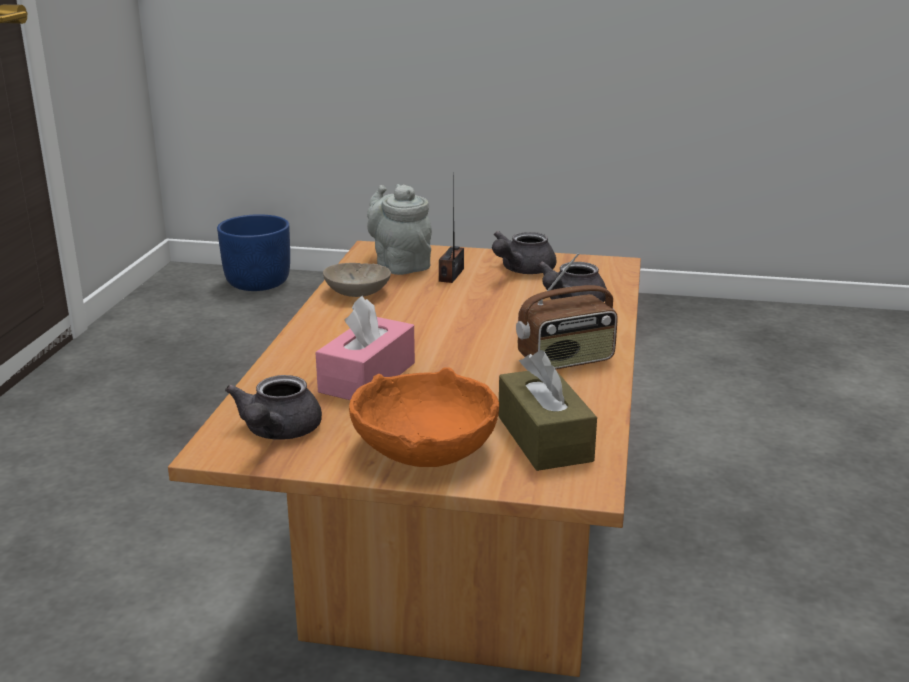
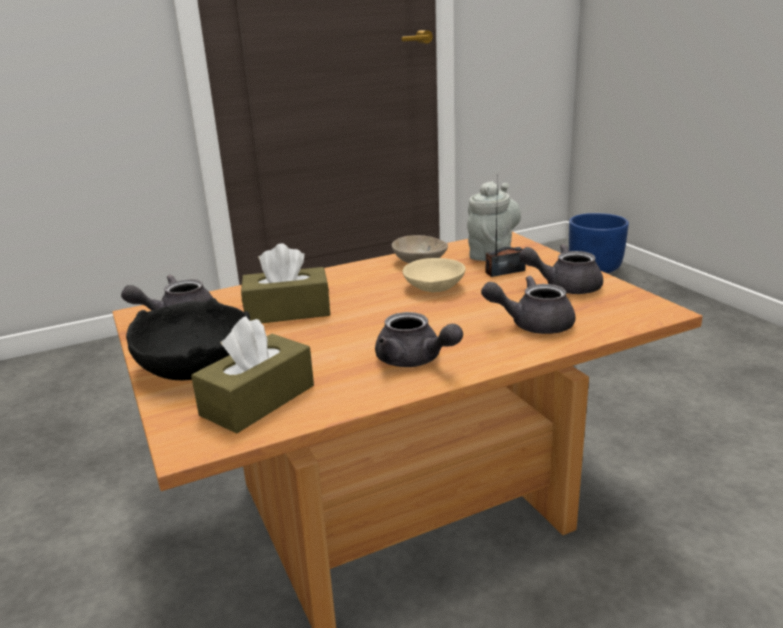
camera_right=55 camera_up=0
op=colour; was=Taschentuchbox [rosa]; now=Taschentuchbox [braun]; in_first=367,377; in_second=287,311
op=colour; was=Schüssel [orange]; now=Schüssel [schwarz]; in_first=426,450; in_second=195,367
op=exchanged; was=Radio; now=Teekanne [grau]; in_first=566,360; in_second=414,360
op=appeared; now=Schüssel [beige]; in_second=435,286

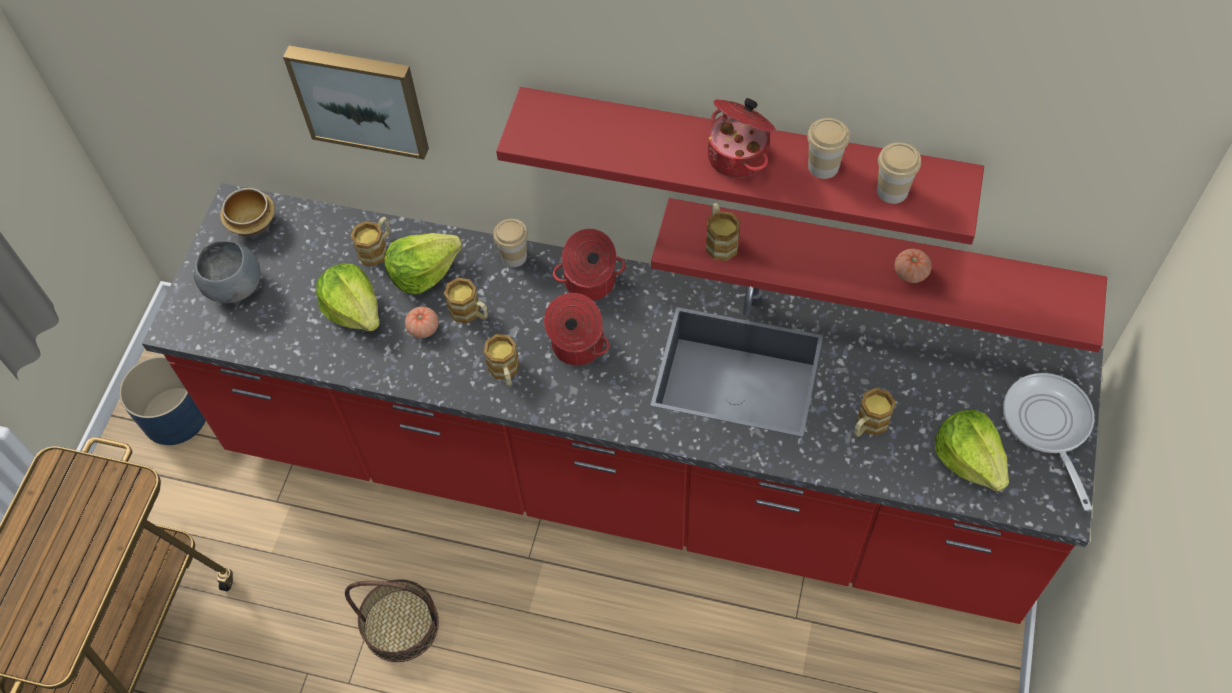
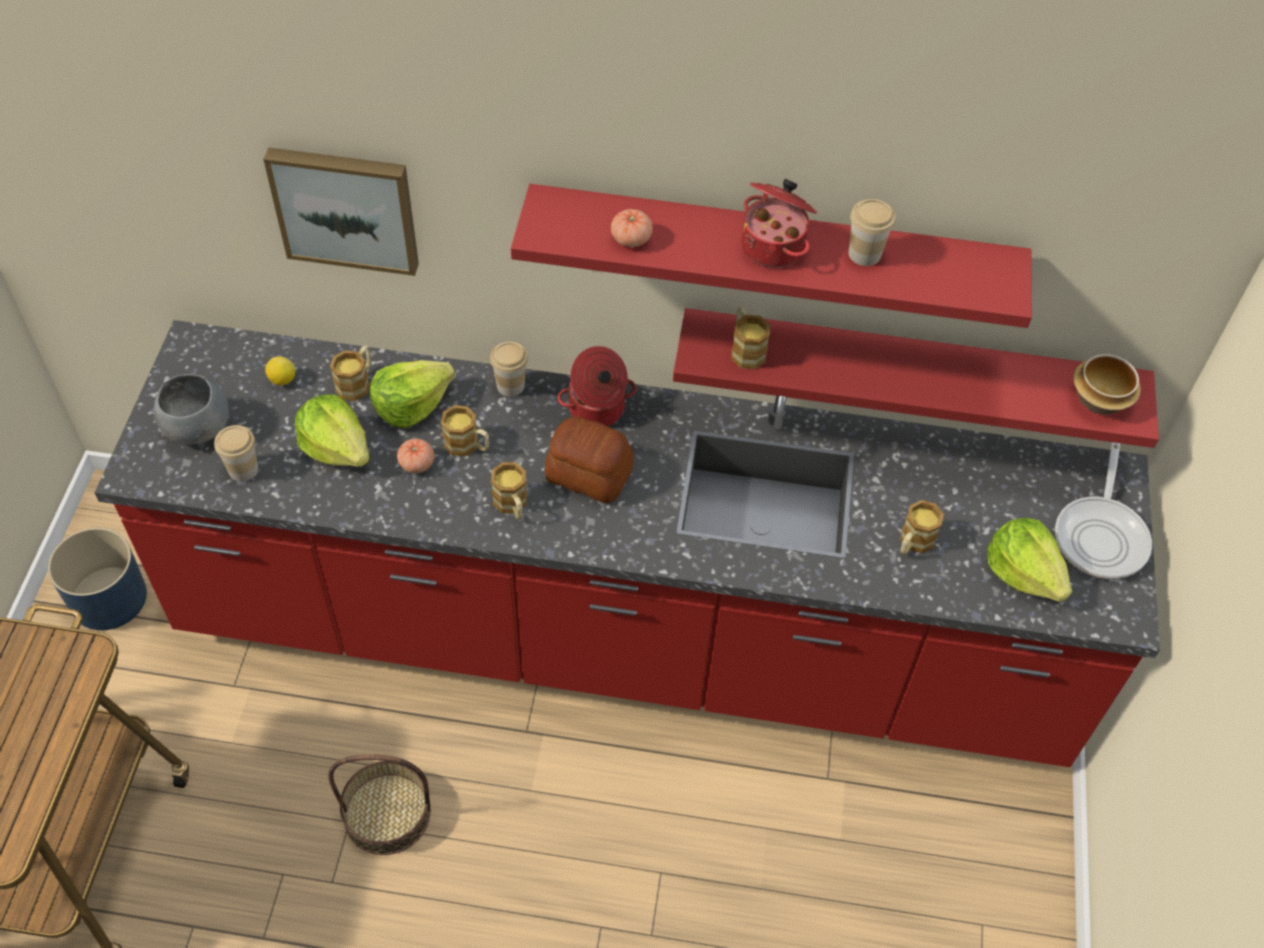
camera_right=-10 camera_up=-5
op=relocated; was=Schüssel; in_first=253,223; in_second=1099,398
op=exchanged; was=Kochtopf; now=Brot; in_first=576,346; in_second=589,475
op=relocated; was=Tasse; in_first=892,191; in_second=243,469
op=relocated; was=Tomate; in_first=910,273; in_second=631,238
op=spun; was=Pfanne; in_first=1048,426; in_second=1101,535; clockwise=-150
op=appeared; now=Zitrone; in_second=282,380

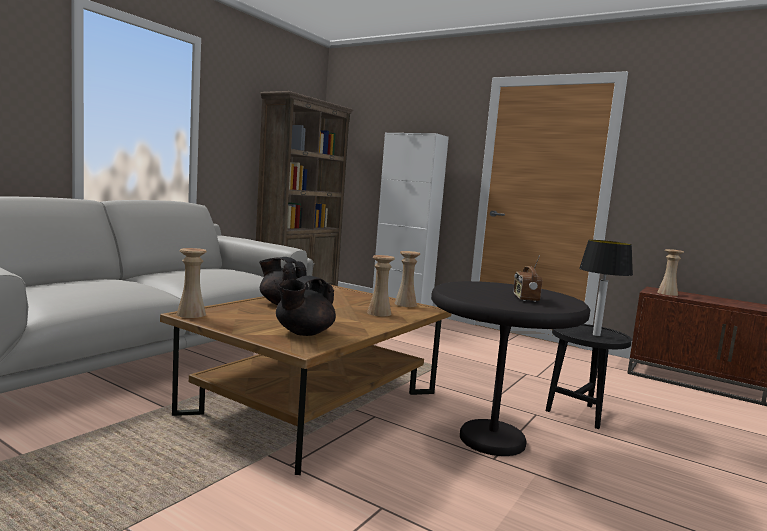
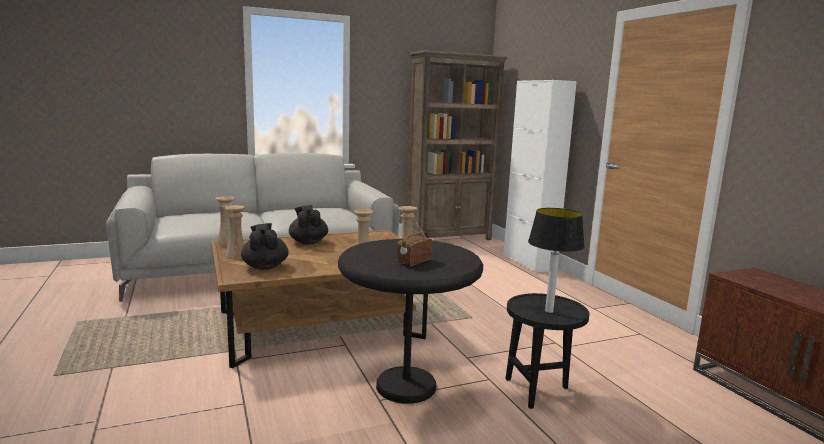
camera_right=35 camera_up=5
op=spun; was=Teekanne [schwarz]; in_first=303,333; in_second=265,266; clockwise=90
op=relocated; was=Vase [beige]; in_first=667,293; in_second=236,255

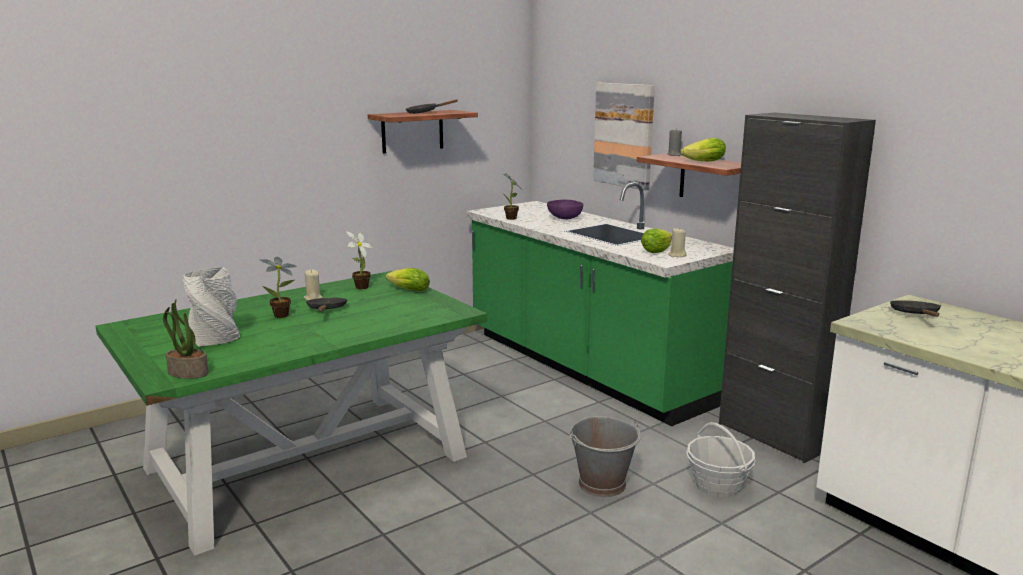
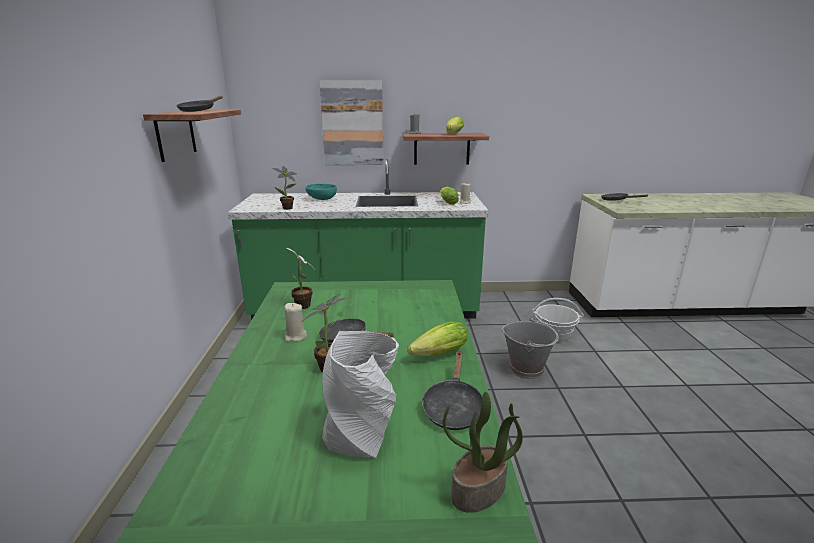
camera_right=-55 camera_up=5
op=relocated; was=Salatkopf; in_first=407,290; in_second=436,355
op=colour; was=Schüssel [lila]; now=Schüssel [türkis]; in_first=564,218; in_second=321,199
op=missing; was=Schrank [schwarz]; in_first=773,436
op=appeared; now=Pfanne [schwarz]; in_second=453,407

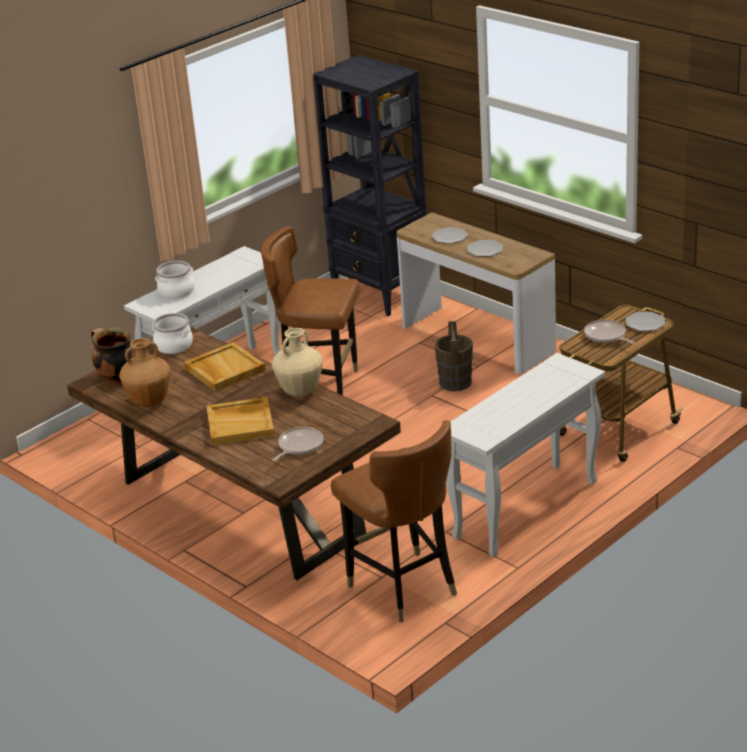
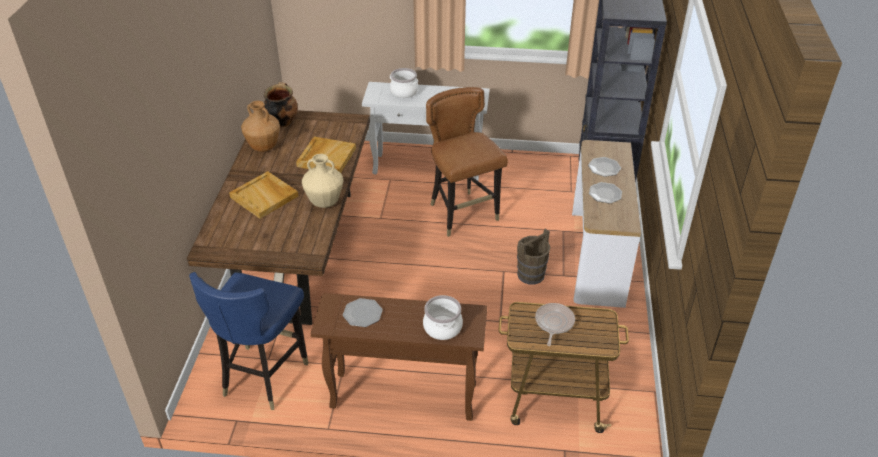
camera_right=50 camera_up=10
op=relocated; was=Kochtopf; in_first=173,346; in_second=442,327
op=missing; was=Pfanne; in_first=299,446
op=colour; was=Stuhl [braun]; now=Stuhl [blau]; in_first=403,587; in_second=263,376
op=colour; was=Konsolentisch [weiß]; now=Konsolentisch [braun]; in_first=525,510; in_second=402,396
op=relocated; was=Teller; in_first=645,323; in_second=362,313

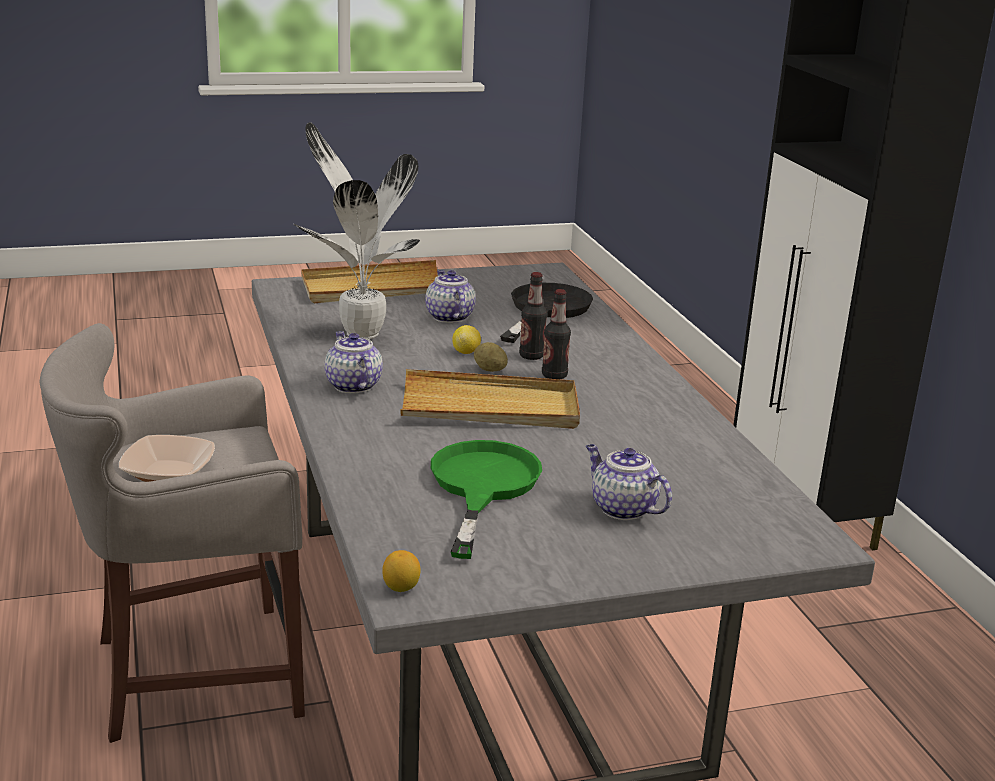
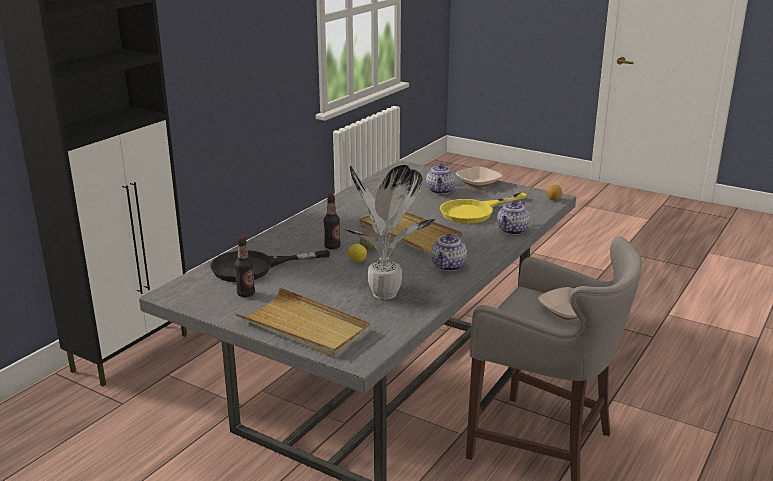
camera_right=-130 camera_up=0
op=relocated; was=Teekanne; in_first=448,316; in_second=512,231
op=colour; was=Pfanne [grün]; now=Pfanne [gelb]; in_first=482,487; in_second=474,211
op=relocated; was=Flasche; in_first=554,376; in_second=246,294
op=appeared; now=Schüssel; in_second=478,183

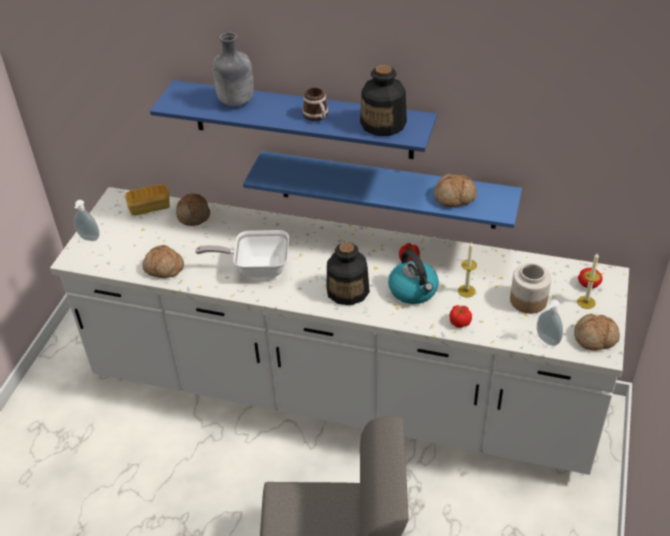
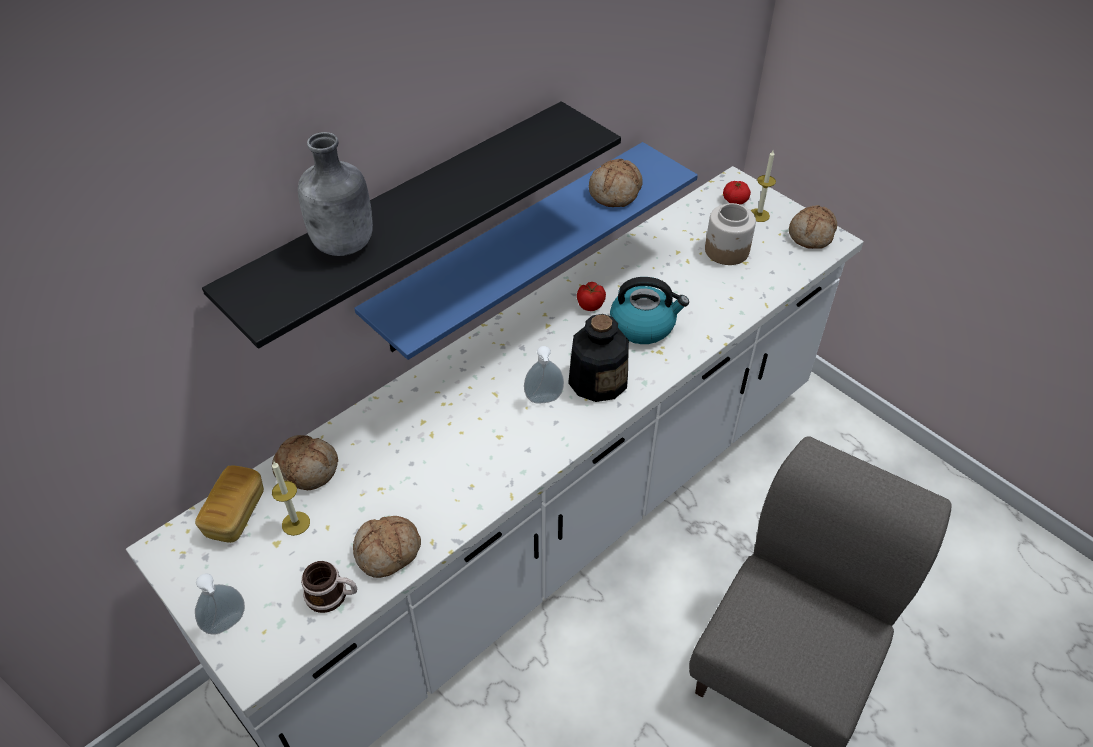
camera_right=-60 camera_up=5
op=colour; was=Wandregal [blau]; now=Wandregal [schwarz]; in_first=302,120; in_second=405,220
op=missing; was=Pfanne; in_first=256,267
op=relocated; was=Henkelbecher; in_first=317,116; in_second=332,595
op=missing; was=Flasche; in_first=384,124
op=missing; was=Tomate; in_first=459,322
op=relocated; was=Kerze; in_first=466,291; in_second=296,523
op=relocated; was=Seifenspender; in_first=546,341; in_second=544,400

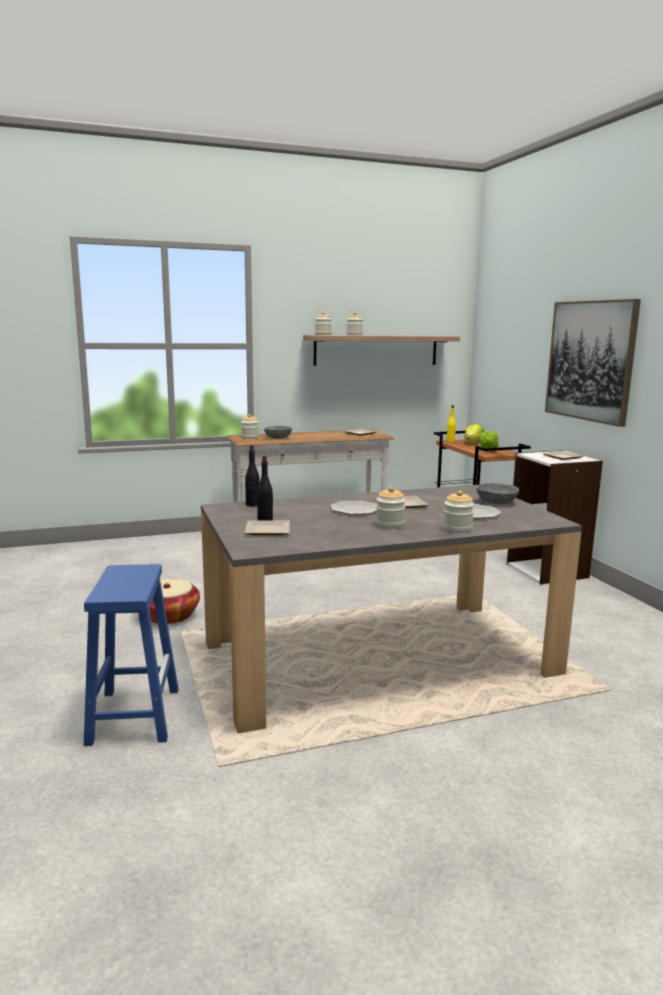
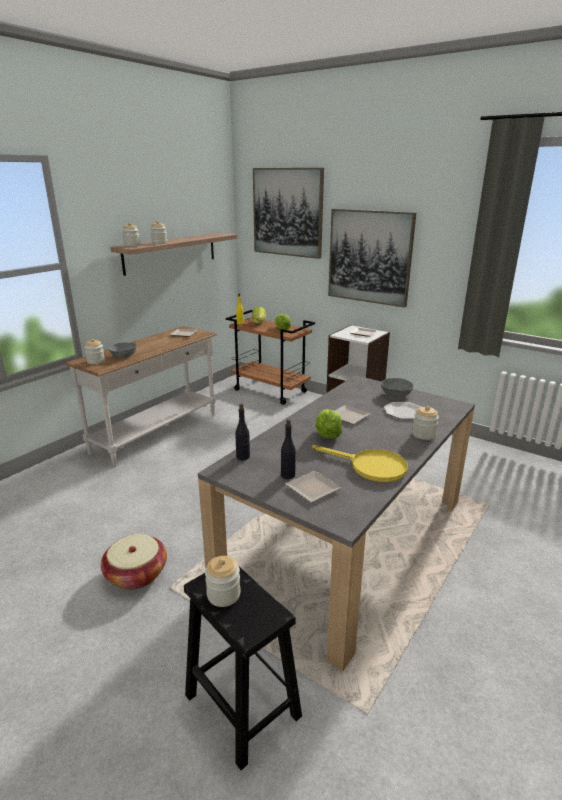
camera_right=-35 camera_up=10
op=colour; was=Hocker [blau]; now=Hocker [schwarz]; in_first=134,714; in_second=241,704
op=exchanged; was=Teller; now=Salatkopf; in_first=355,509; in_second=327,435
op=relocated; was=Vorratsglas; in_first=390,524; in_second=223,594
op=appeared; now=Bild; in_second=287,212
op=appeared; now=Pfanne [gelb]; in_second=370,467

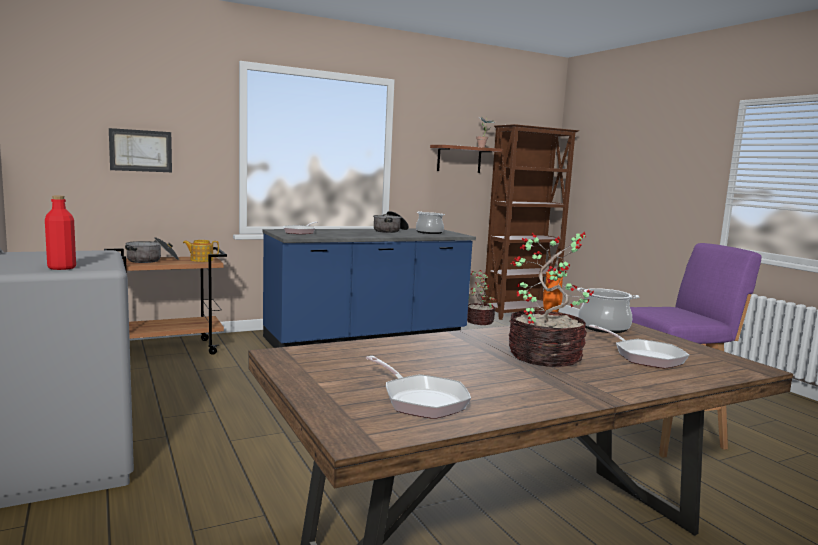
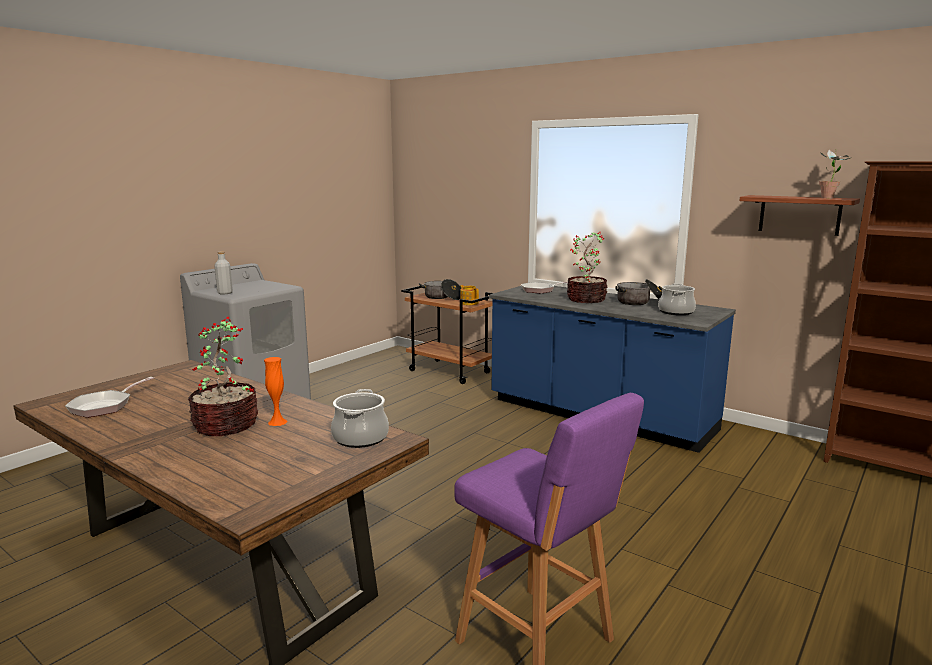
camera_right=65 camera_up=5
op=colour; was=Flasche [rot]; now=Flasche [grau]; in_first=62,268; in_second=225,293
op=missing; was=Bild; in_first=141,150
op=relocated; was=Topfpflanze; in_first=479,321; in_second=586,299
op=missing; was=Pfanne; in_first=644,357

